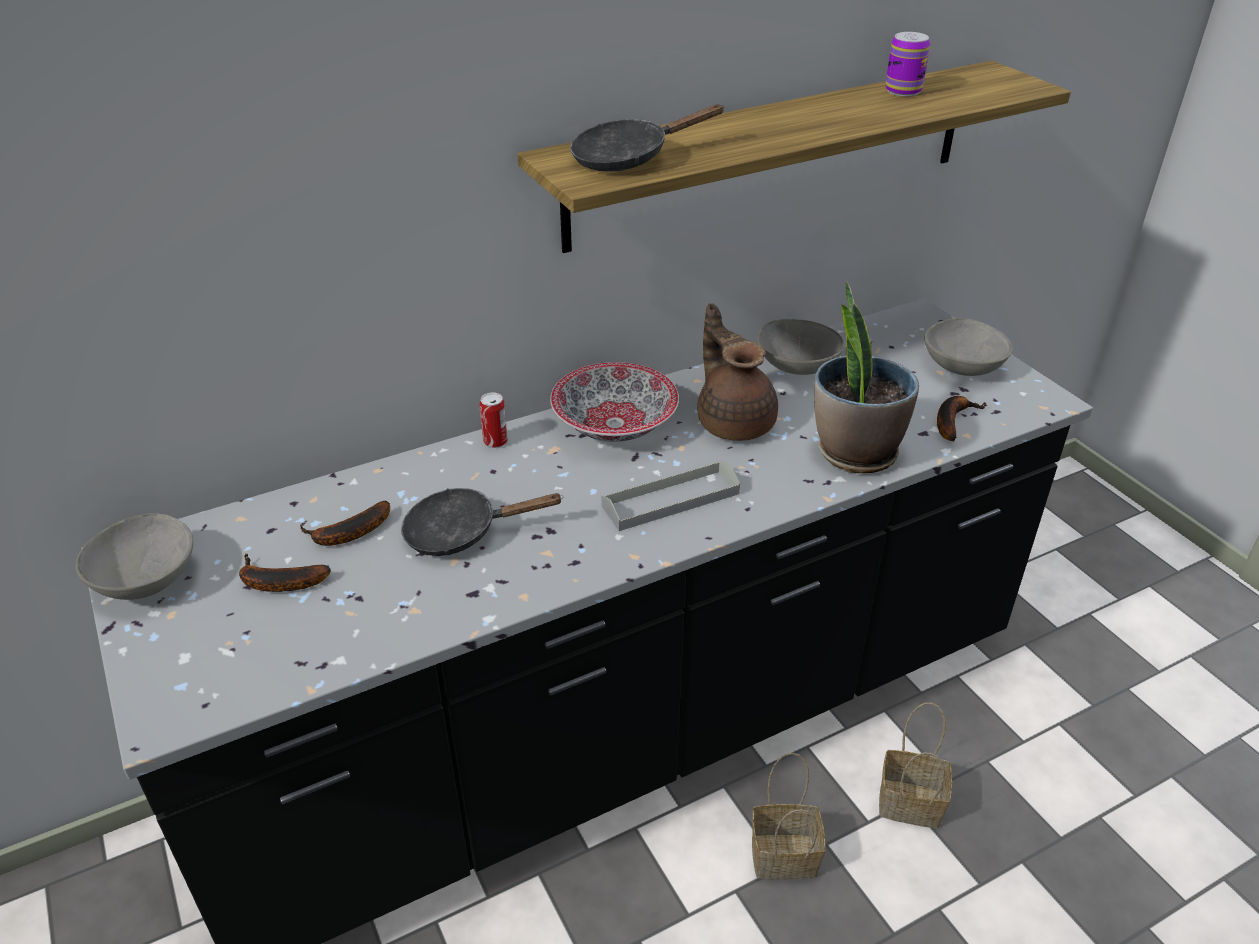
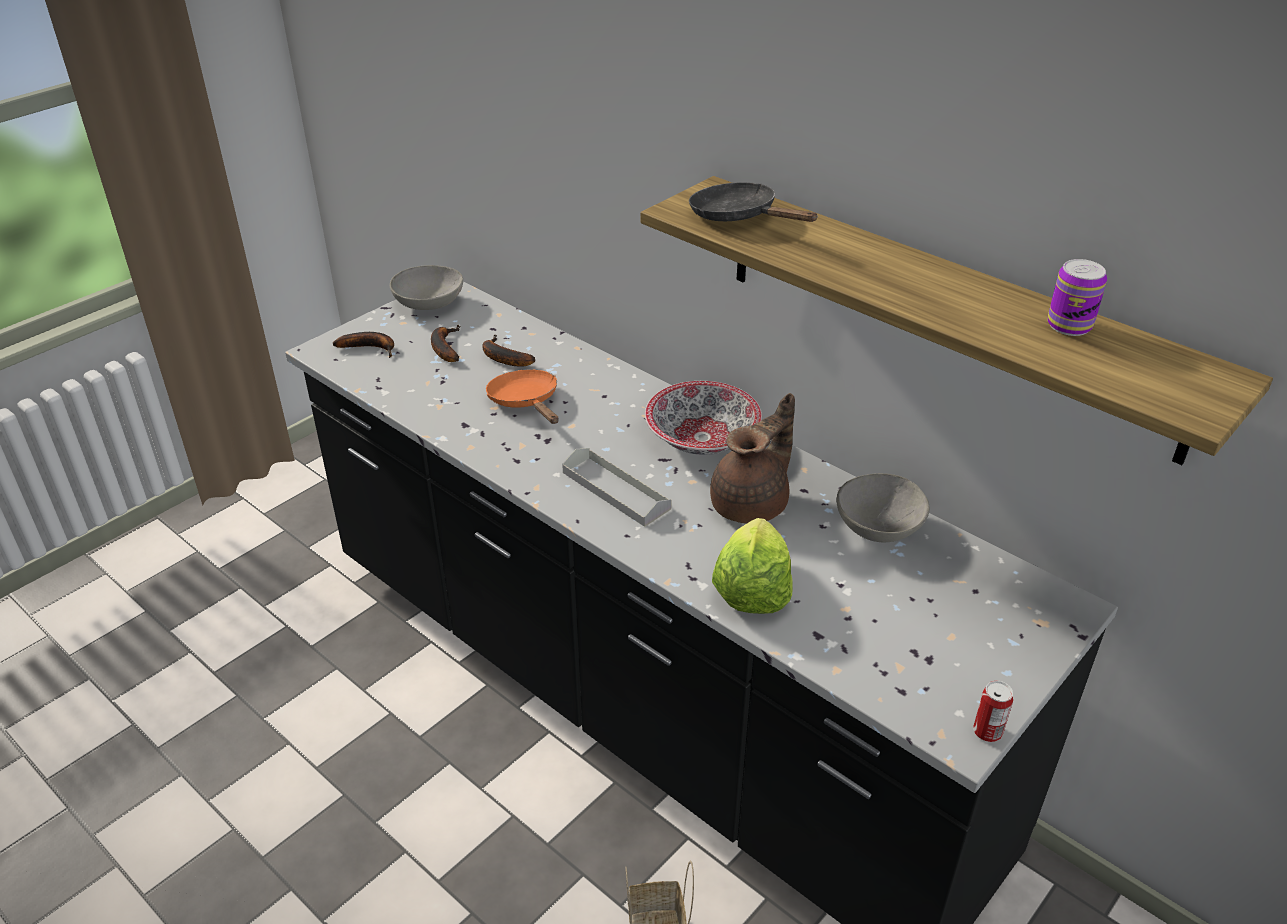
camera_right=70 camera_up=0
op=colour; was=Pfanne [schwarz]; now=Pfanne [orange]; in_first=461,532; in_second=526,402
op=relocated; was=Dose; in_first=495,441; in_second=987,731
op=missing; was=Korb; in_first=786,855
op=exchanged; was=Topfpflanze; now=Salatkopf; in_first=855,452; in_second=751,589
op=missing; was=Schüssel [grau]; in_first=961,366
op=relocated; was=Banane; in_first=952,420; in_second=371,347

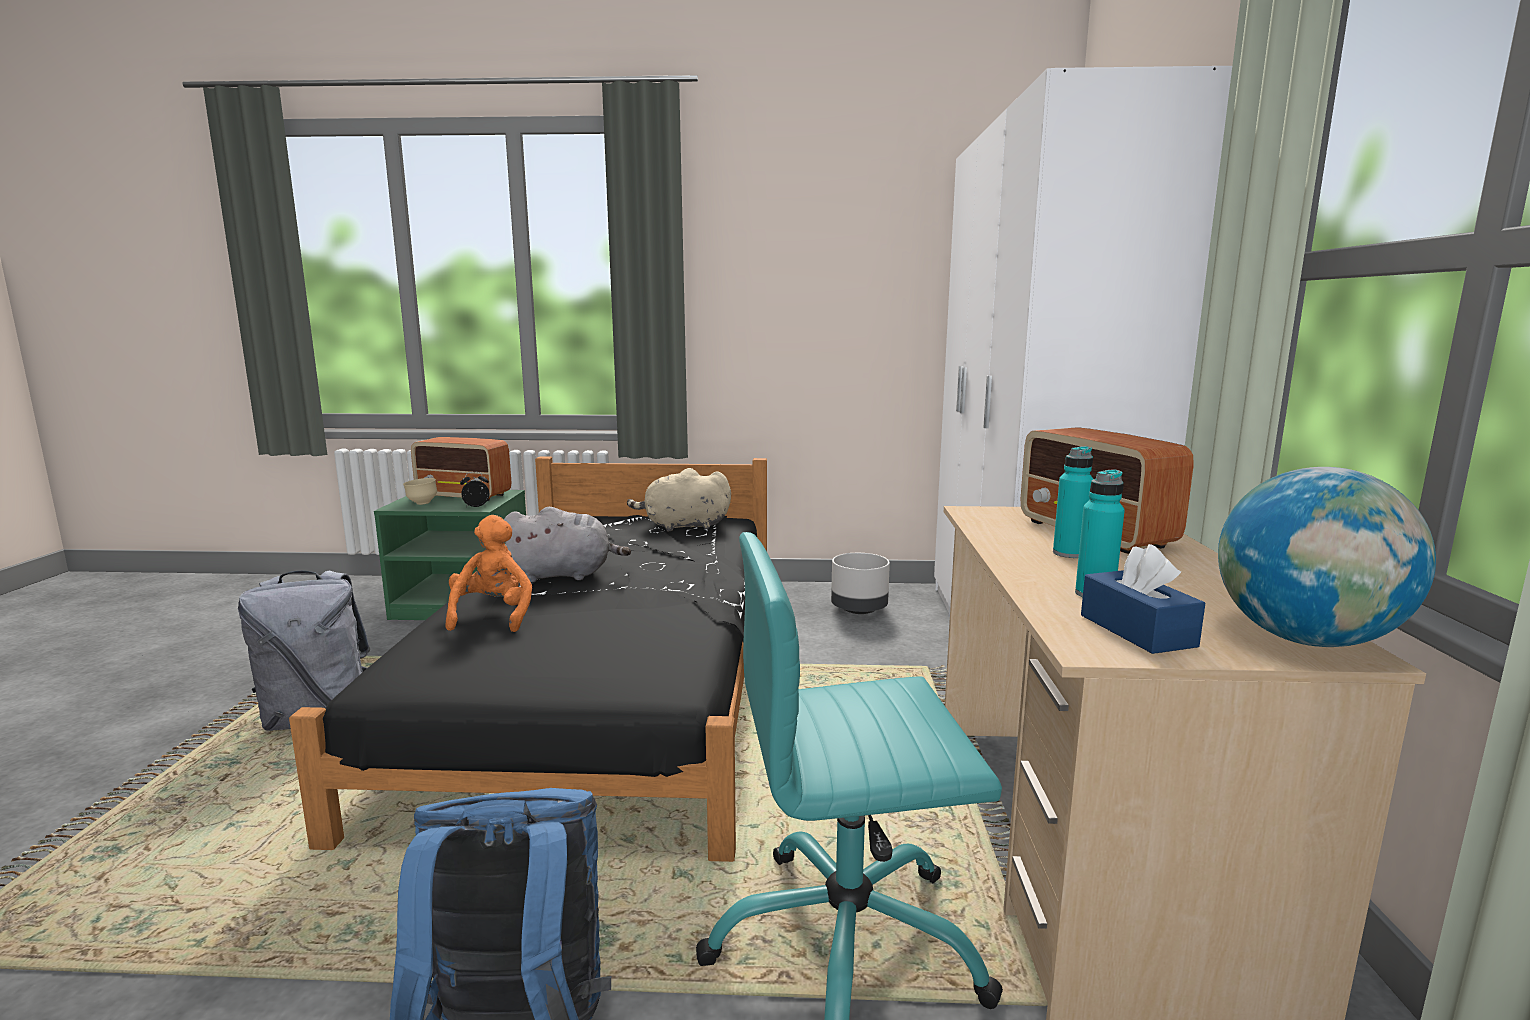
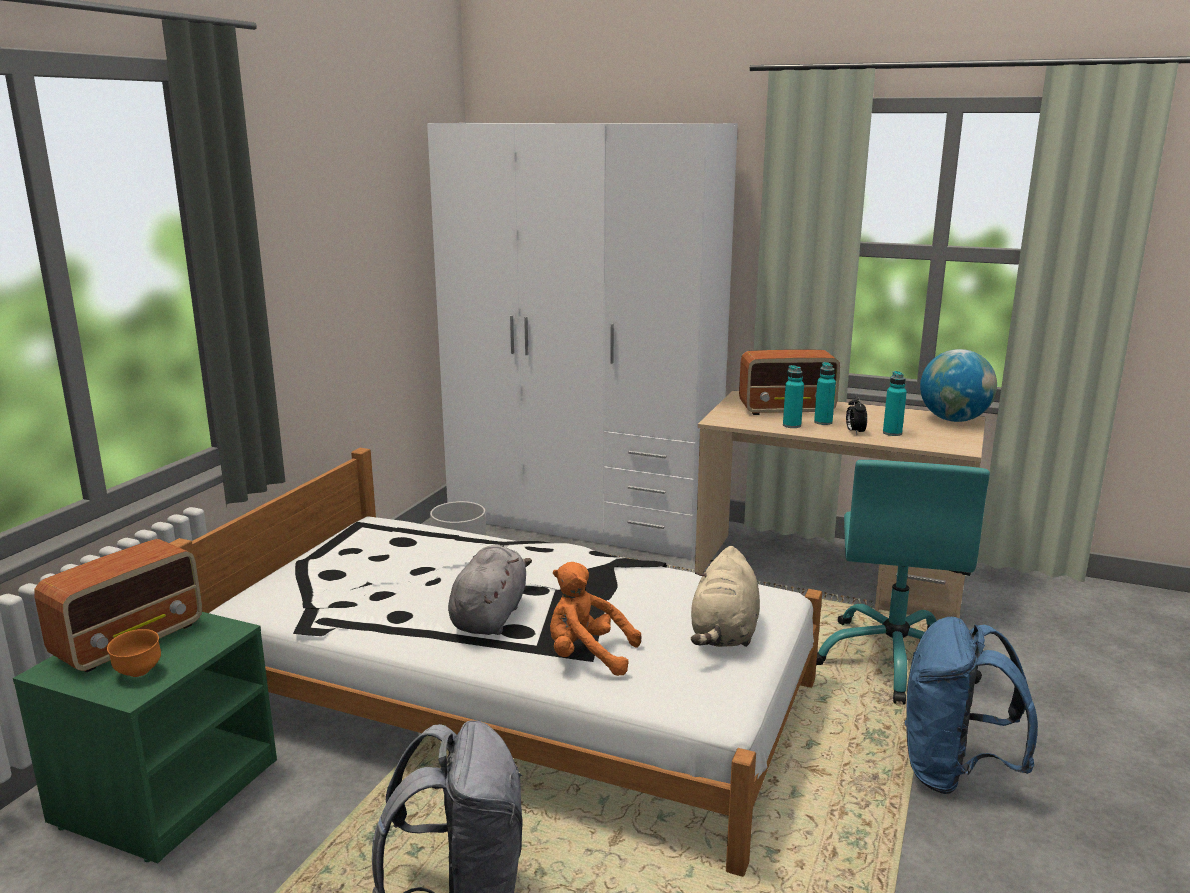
camera_right=-70 camera_up=5
op=colour; was=Bett [schwarz]; now=Bett [weiß]; in_first=610,681; in_second=513,699
op=colour; was=Schüssel [beige]; now=Schüssel [orange]; in_first=422,503; in_second=138,673
op=relocated; was=Wecker; in_first=476,506; in_second=854,432
op=relocated; was=Plüschtier [beige]; in_first=683,526; in_second=724,633
op=missing; was=Taschentuchbox [blau]; in_first=1137,630
op=appeared; now=Flasche [türkis]; in_second=791,425

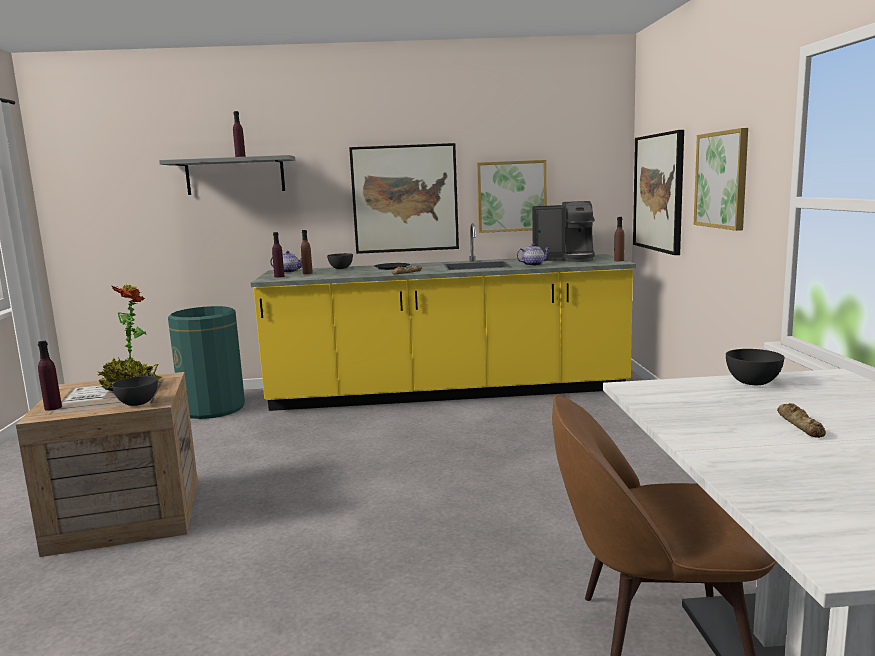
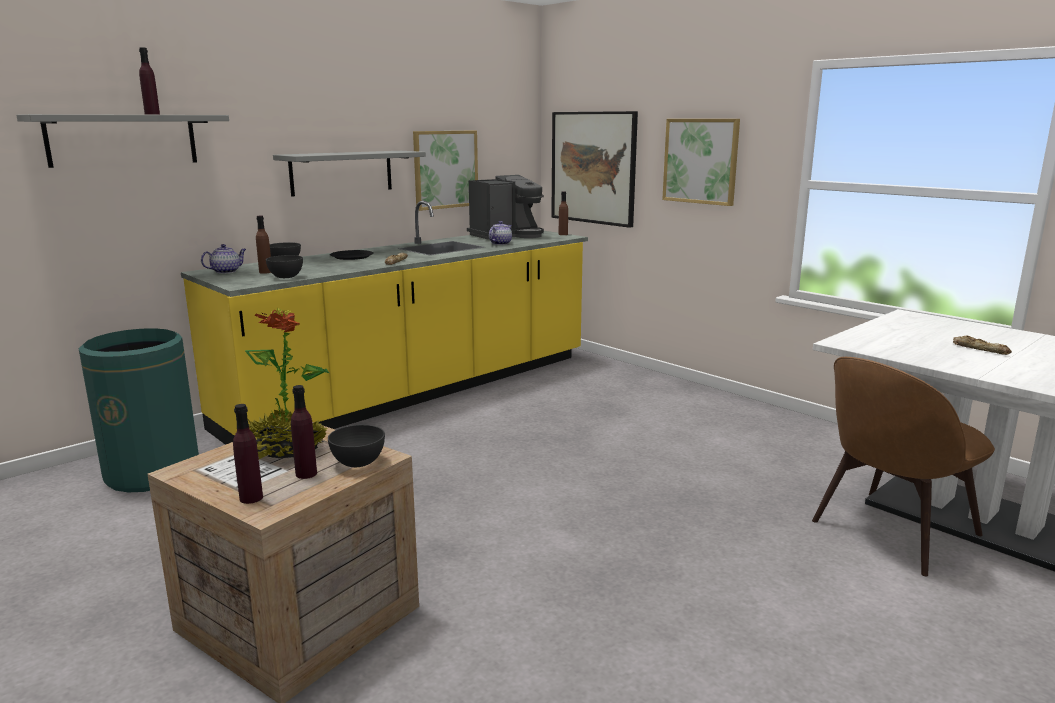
camera_right=-40 camera_up=5
op=relocated; was=Flasche [lila]; in_first=279,276; in_second=306,474
op=exchanged; was=Bild; now=Wandregal [grau]; in_first=405,198; in_second=342,172
op=relocated; was=Schüssel [grau]; in_first=752,382; in_second=286,277

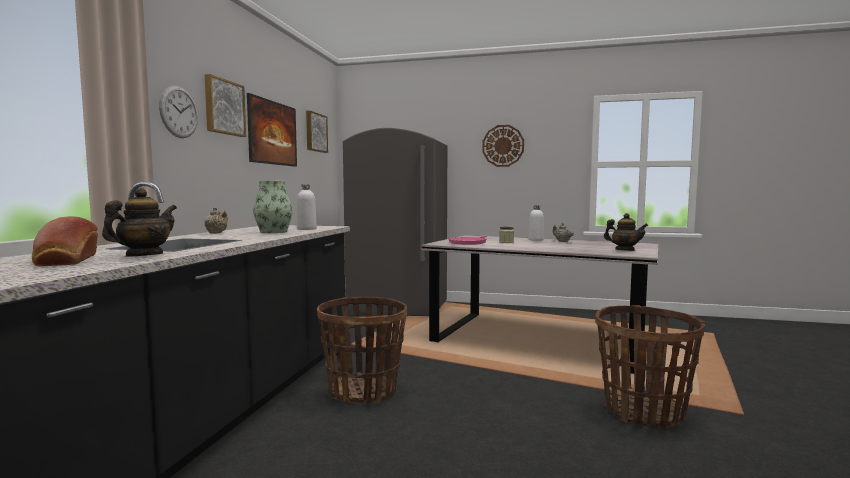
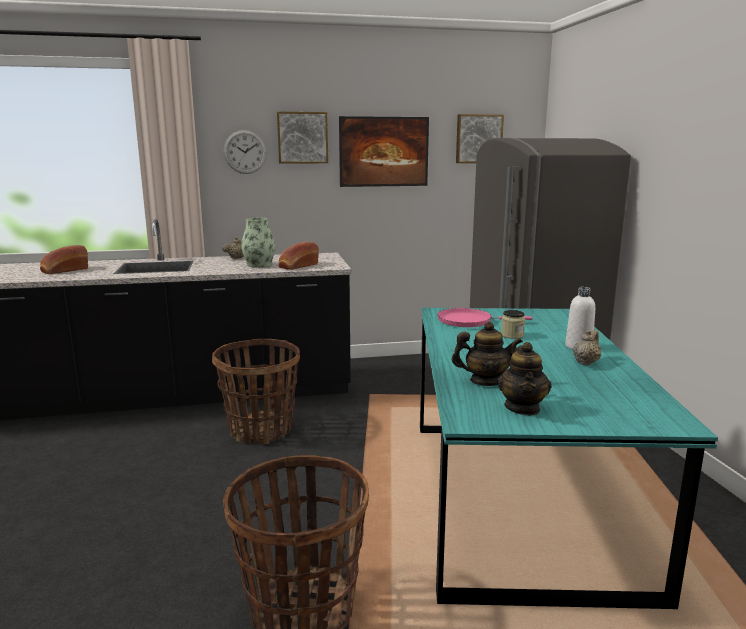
camera_right=65 camera_up=10
op=relocated; was=Teekanne; in_first=144,255; in_second=485,381
op=exchanged; was=Flasche [weiß]; now=Brot; in_first=306,229; in_second=297,266
op=colour; was=Esstisch [grau]; now=Esstisch [türkis]; in_first=538,339; in_second=515,497
op=missing; was=Wanduhr; in_first=503,146

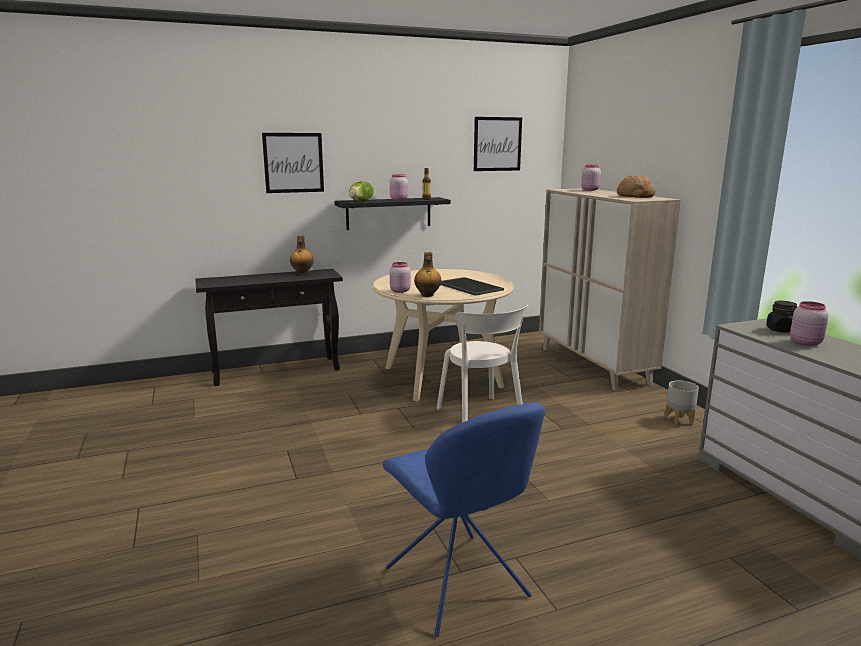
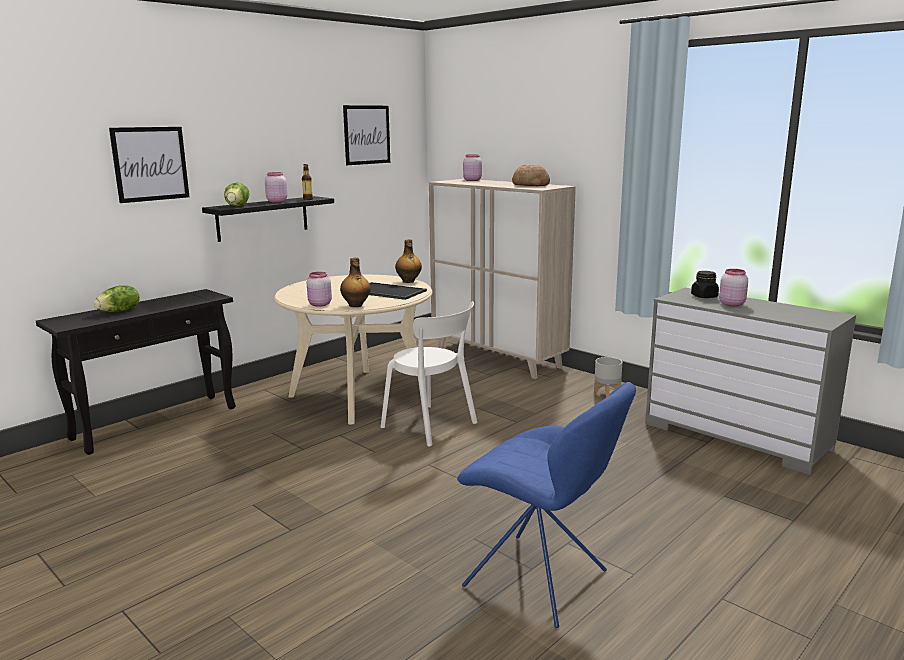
camera_right=-25 camera_up=0
op=relocated; was=Flasche; in_first=302,273; in_second=408,281
op=appeared; now=Salatkopf; in_second=120,311

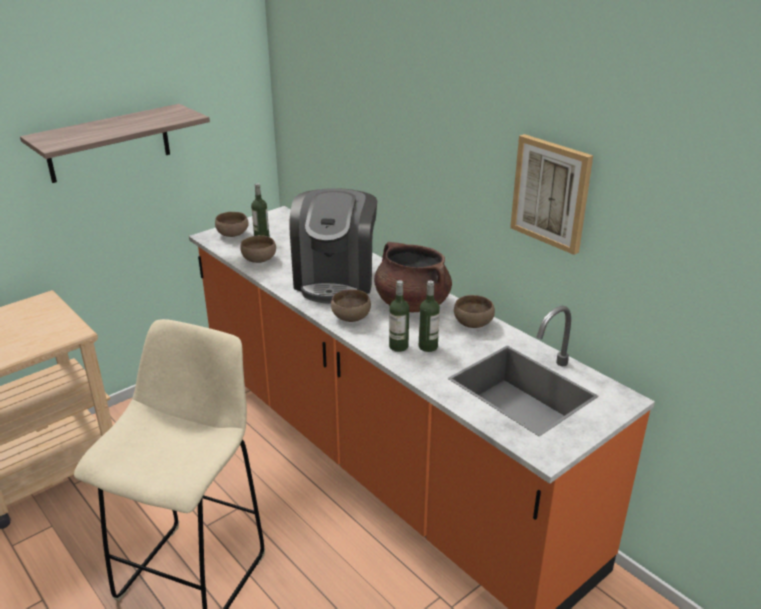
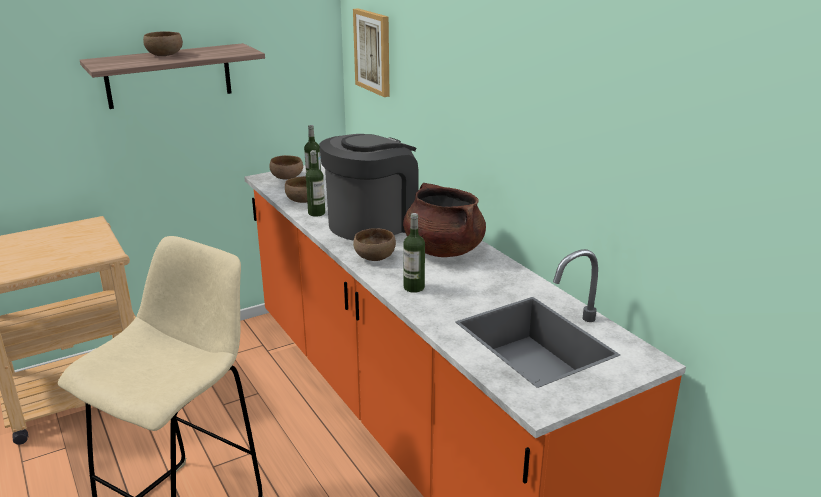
camera_right=10 camera_up=-5
op=spun; was=Kaffeemaschine; in_first=335,279; in_second=372,223; clockwise=-150
op=relocated; was=Flasche; in_first=428,346; in_second=316,213
op=relocated; was=Schüssel [braun]; in_first=472,323; in_second=164,55
op=relocated; was=Bild; in_first=551,193; in_second=373,52

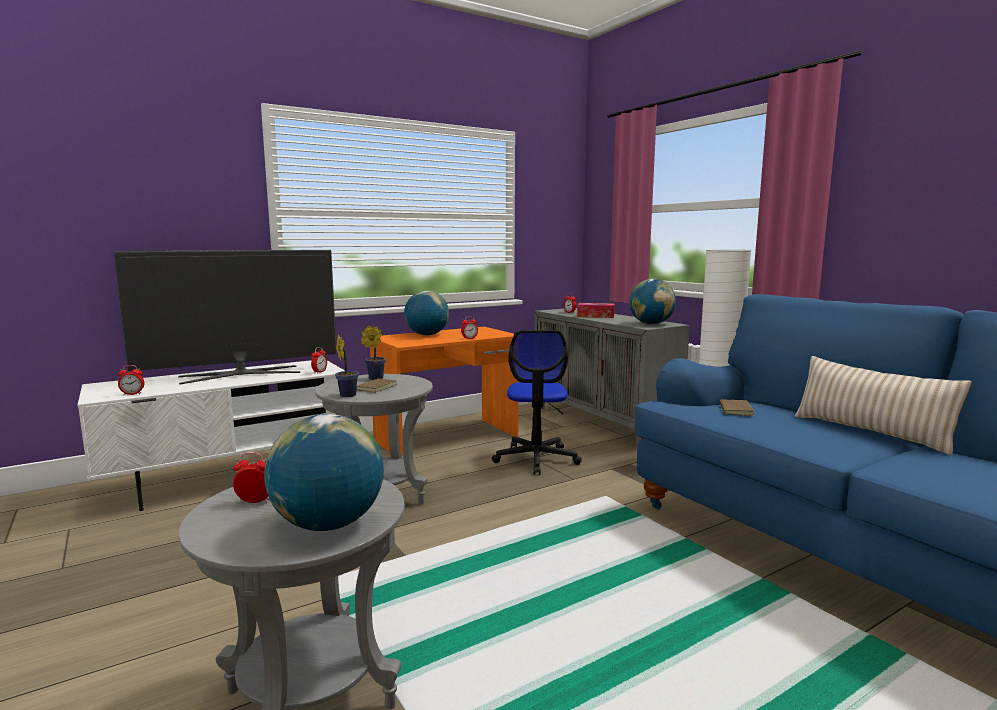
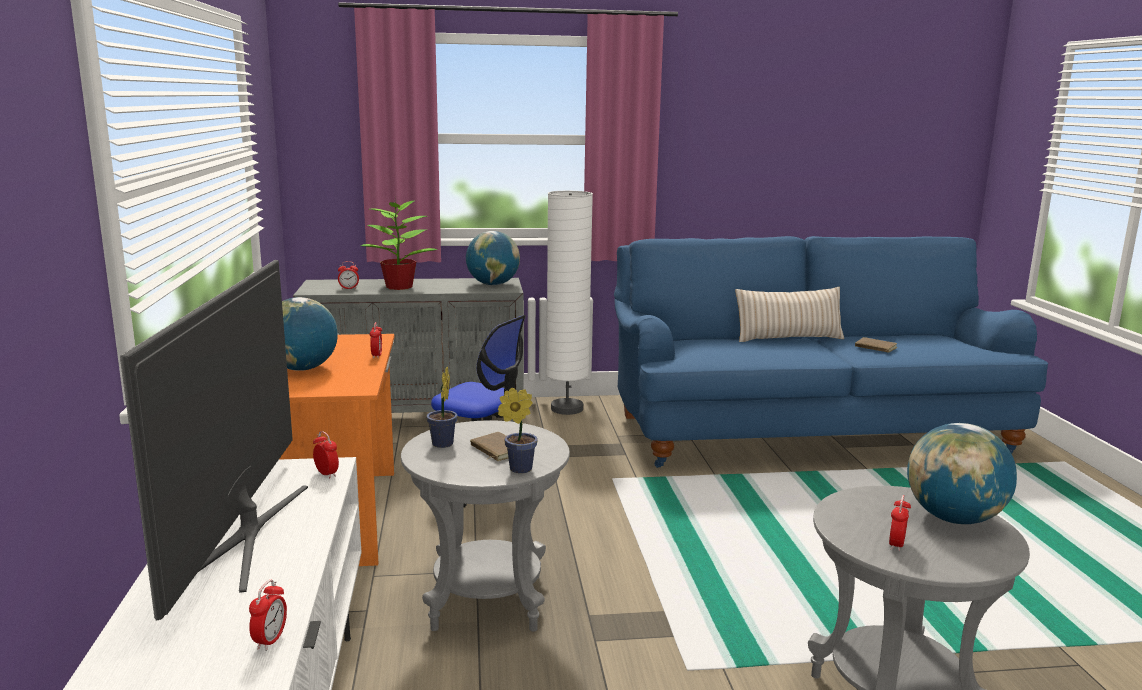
camera_right=-65 camera_up=5
op=exchanged; was=Taschentuchbox; now=Topfpflanze; in_first=595,316; in_second=400,287
op=relocated; was=Buch [braun]; in_first=734,410; in_second=875,347

